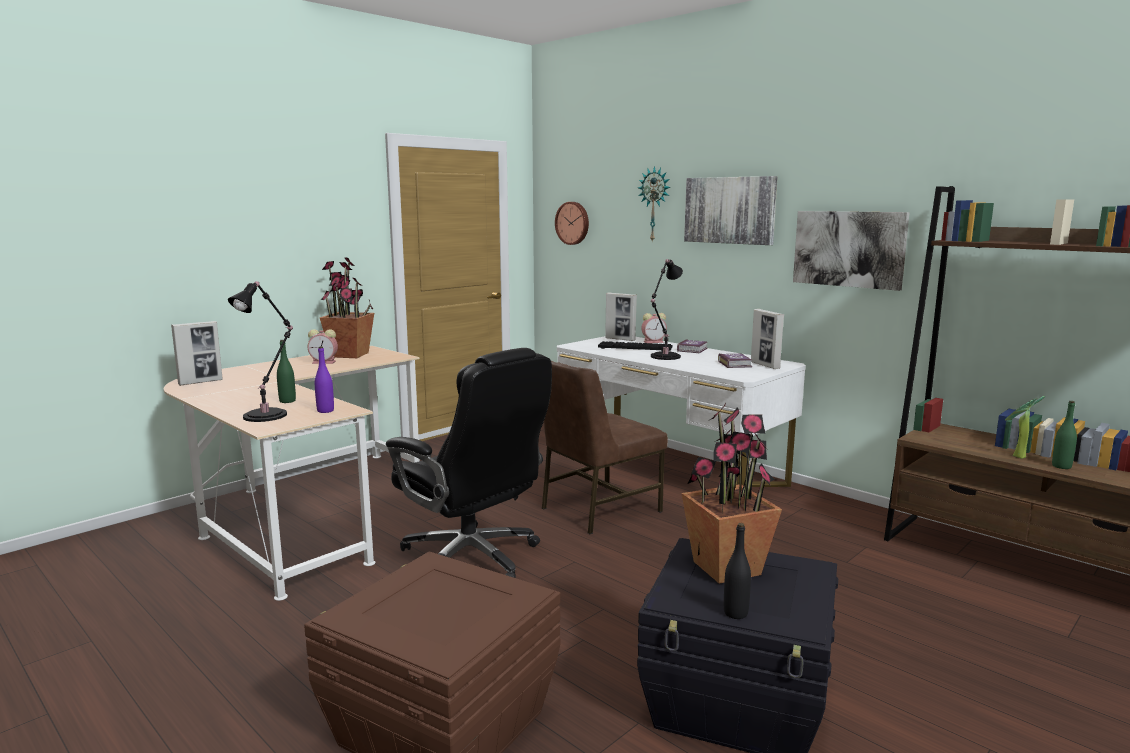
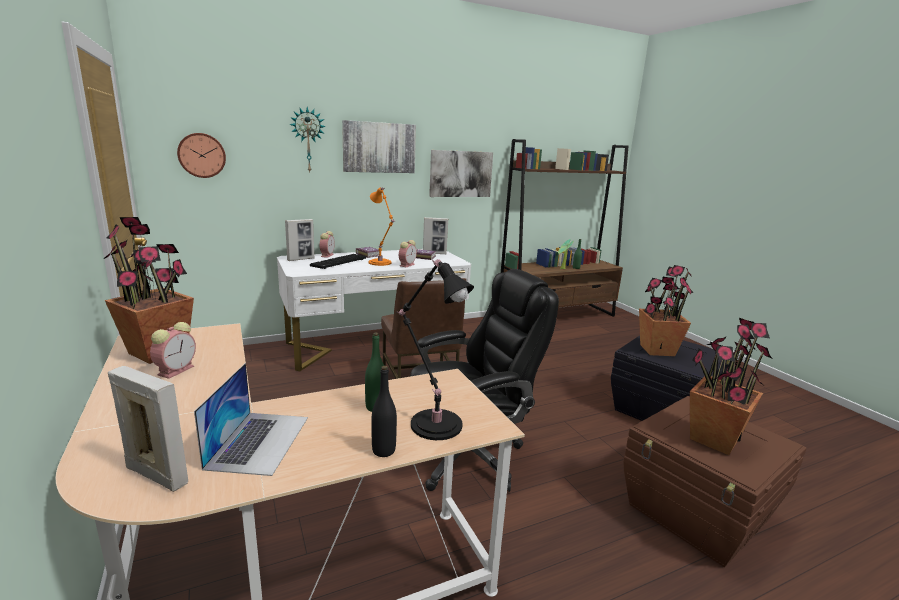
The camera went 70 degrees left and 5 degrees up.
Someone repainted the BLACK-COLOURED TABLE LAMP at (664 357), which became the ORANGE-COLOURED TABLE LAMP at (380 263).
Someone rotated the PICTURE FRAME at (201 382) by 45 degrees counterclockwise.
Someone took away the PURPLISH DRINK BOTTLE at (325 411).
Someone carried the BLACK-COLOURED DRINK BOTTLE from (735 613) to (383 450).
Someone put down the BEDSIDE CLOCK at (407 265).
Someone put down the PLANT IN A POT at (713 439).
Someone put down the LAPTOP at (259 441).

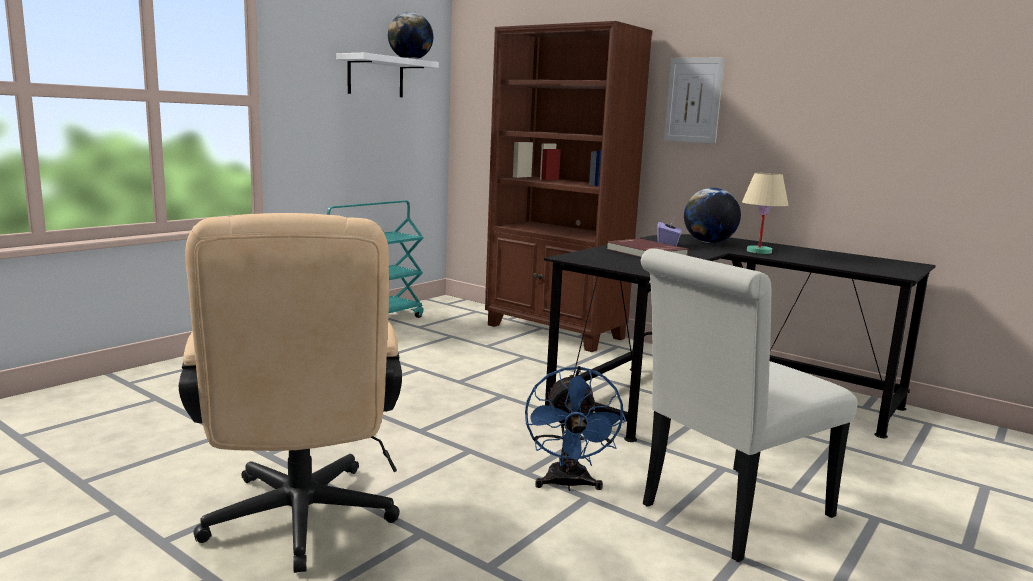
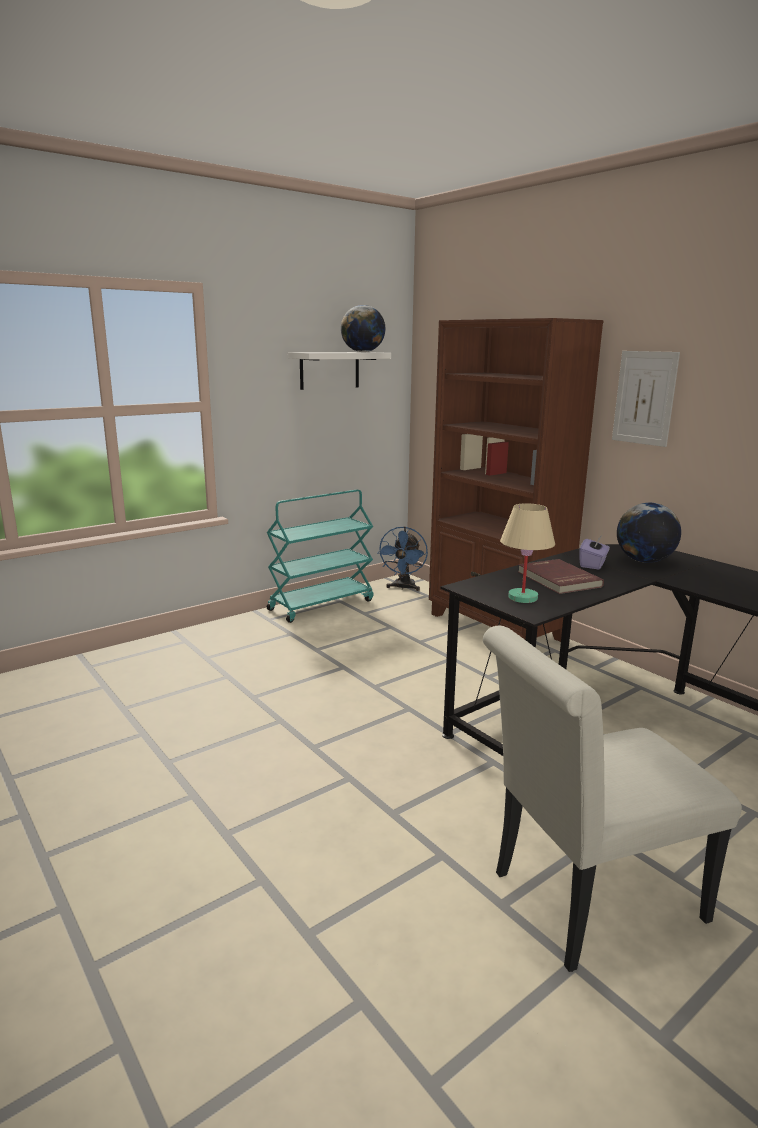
The camera went 15 degrees right and 5 degrees up.
Someone carried the BEIGE TABLE LAMP from (758 251) to (523 597).
Someone took away the BEIGE OFFICE CHAIR at (299 525).
Someone carried the BLUISH COOLING FAN from (568 485) to (403 588).

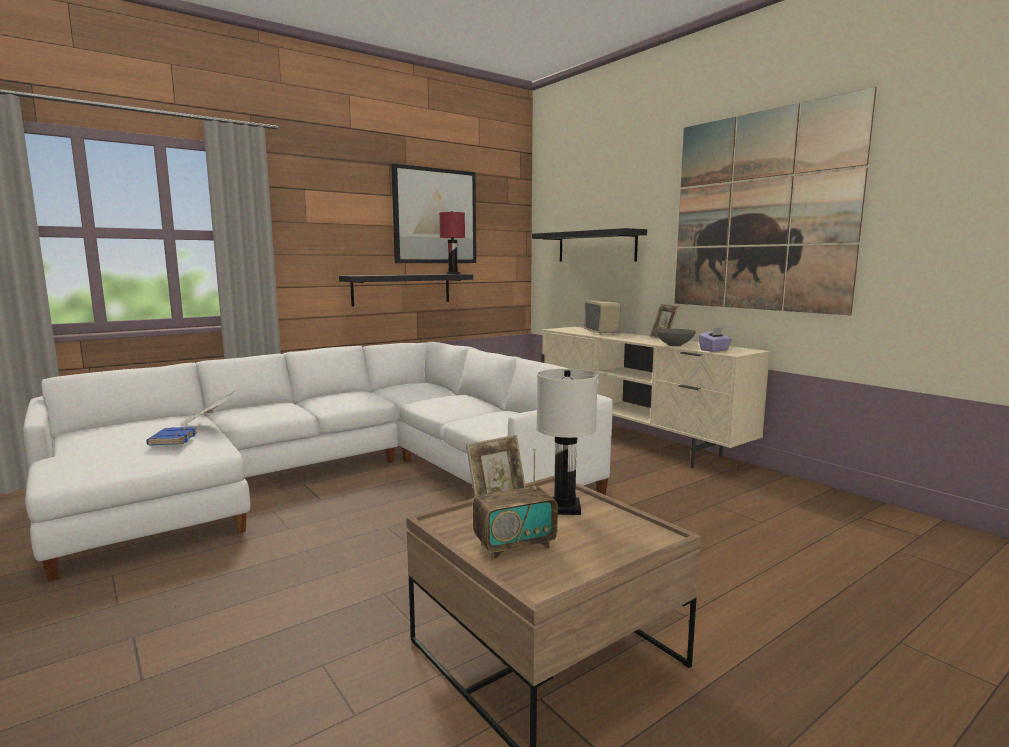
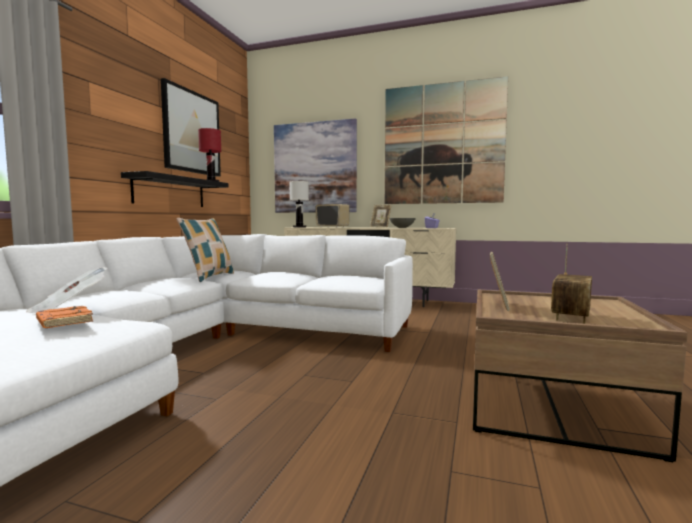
The camera went 35 degrees left and 5 degrees down.
Someone swapped the BLACK-COLOURED BRACKET SHELF at (596 246) for the WALL PICTURE at (314 168).
Someone carried the WHITISH TABLE LAMP from (564 508) to (299 227).
Someone repainted the BLUISH VOLUME at (172 440), which became the ORANGE-COLOURED VOLUME at (63 321).
Someone put down the THROW PILLOW at (209 277).

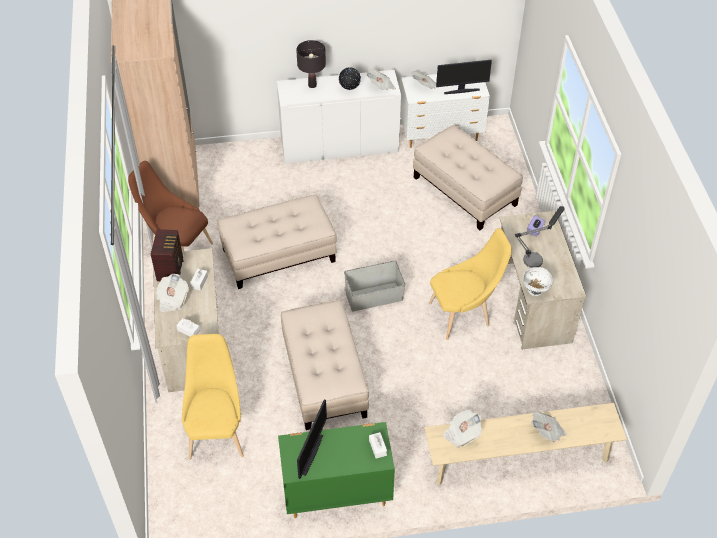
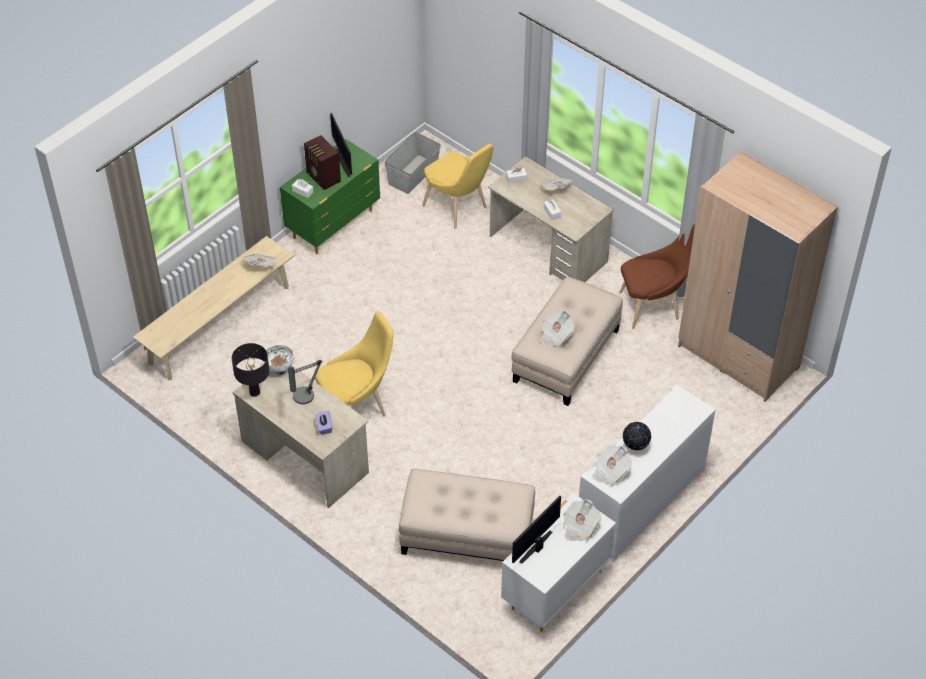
The camera went 140 degrees right and 0 degrees up.
Someone carried the BLACK-COLOURED TABLE LAMP from (312 85) to (255 392).
Someone rotated the YELLOWISH CHAIR at (463 314) by 150 degrees counterclockwise.
Someone carried the RADIO from (171 269) to (323 178).
Someone carried the GRAY STORAGE BOX from (373 296) to (413 174).
Someone took away the BEIGE FOOTREST at (323 377).
Someone carried the NEWSPAPER from (547 432) to (555 335).

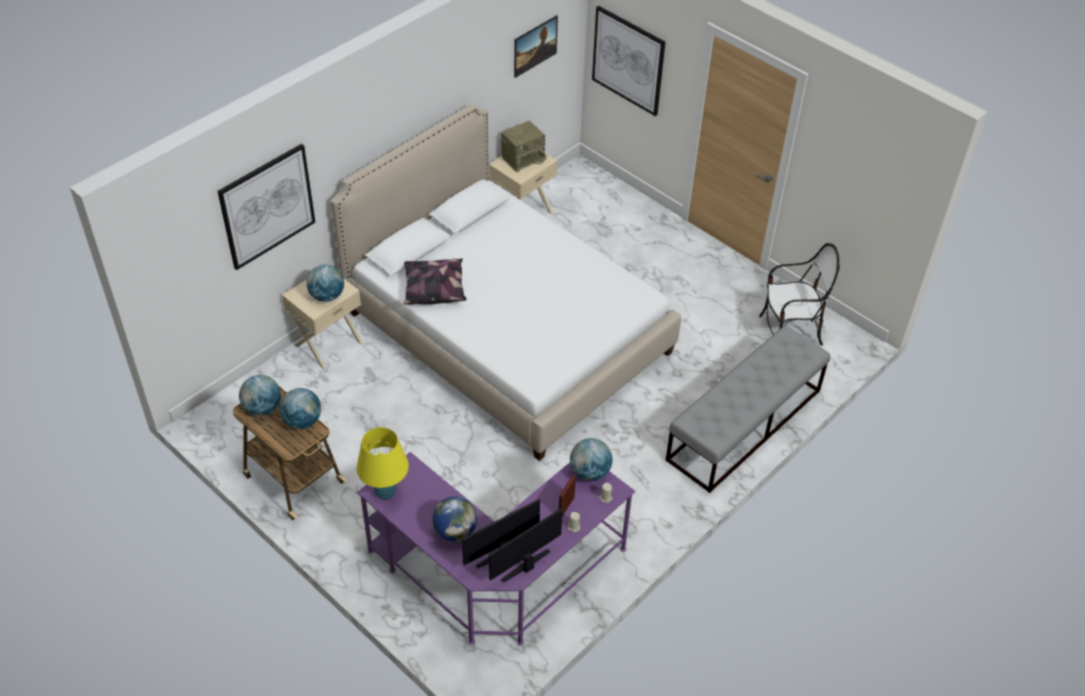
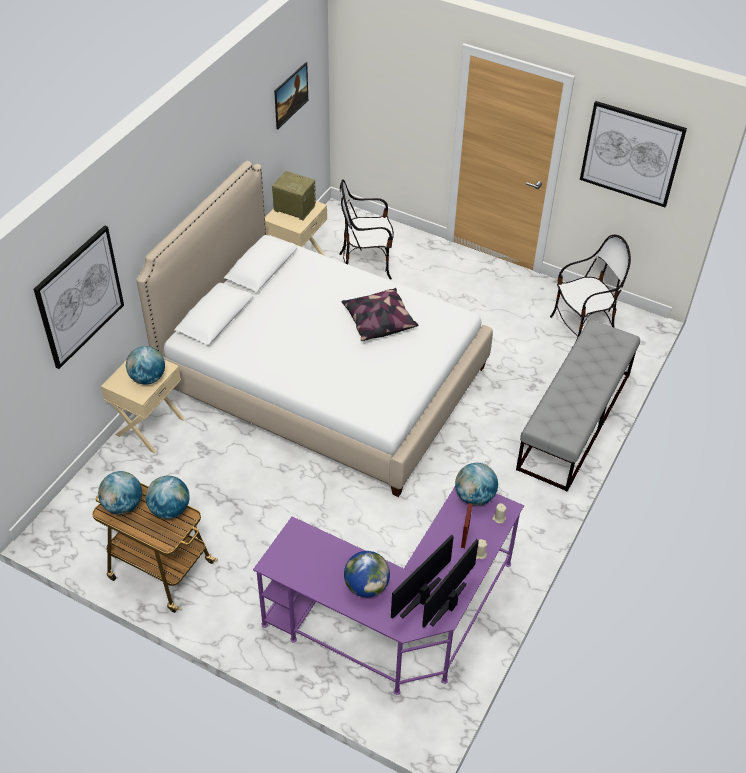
The camera went 15 degrees left and 0 degrees up.
Someone carried the WALL PICTURE from (628 60) to (631 154).
Someone rotated the RADIO at (523 158) by 105 degrees counterclockwise.
Someone carried the THROW PILLOW from (434 289) to (378 321).
Someone took away the YELLOWISH TABLE LAMP at (385 492).
Someone put down the CHAIR at (366 264).

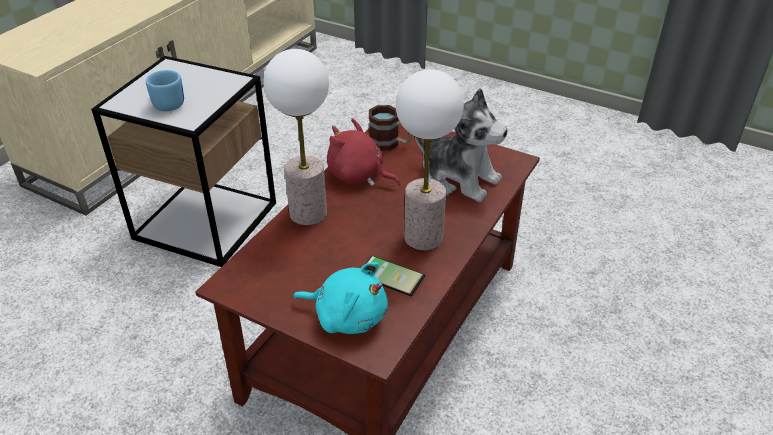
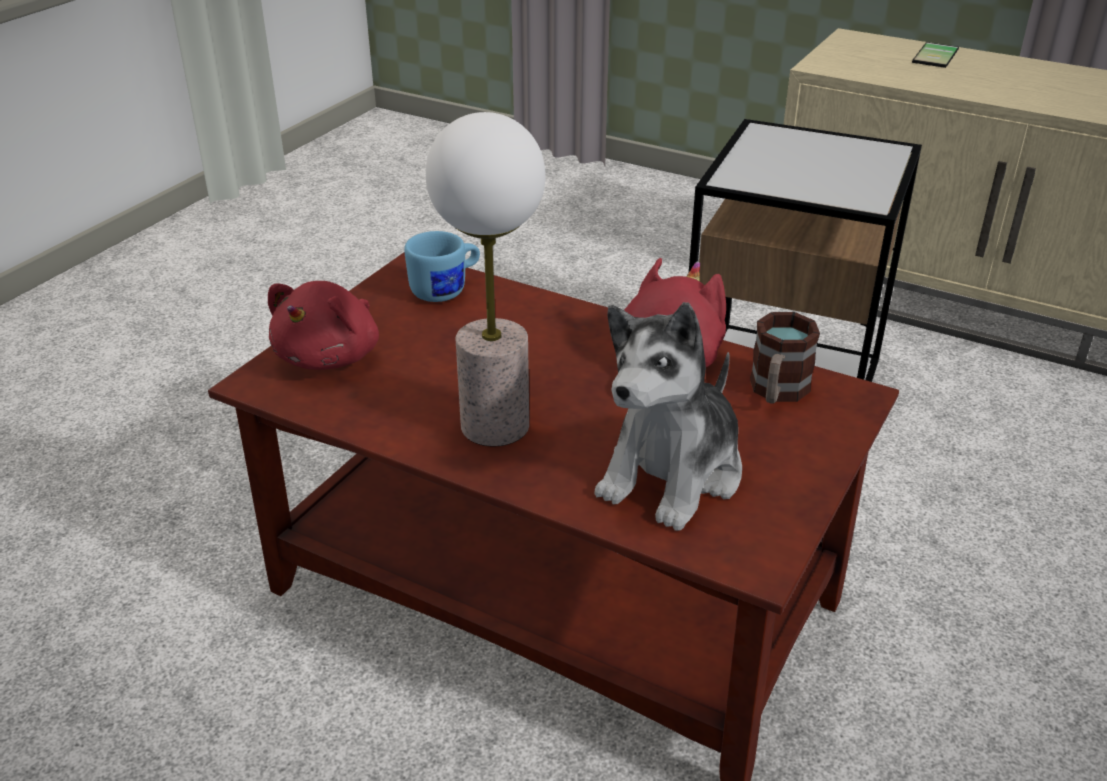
The camera went 90 degrees right and 5 degrees down.
Someone took away the TABLE LAMP at (308 213).
Someone carried the BLUISH MUG from (167 103) to (446 290).
Someone carried the HANDSET from (392 274) to (939 56).
Someone repainted the TURQUOISE-COLOURED SOFT TOY at (347 316), which became the RED-COLOURED SOFT TOY at (331 356).

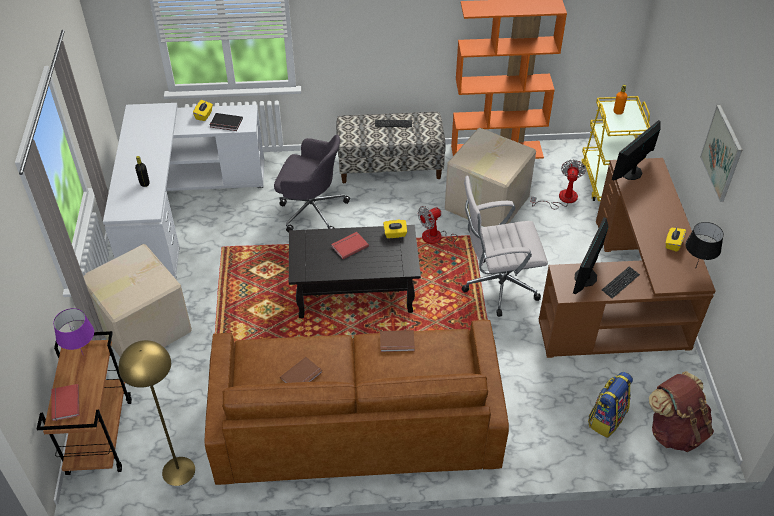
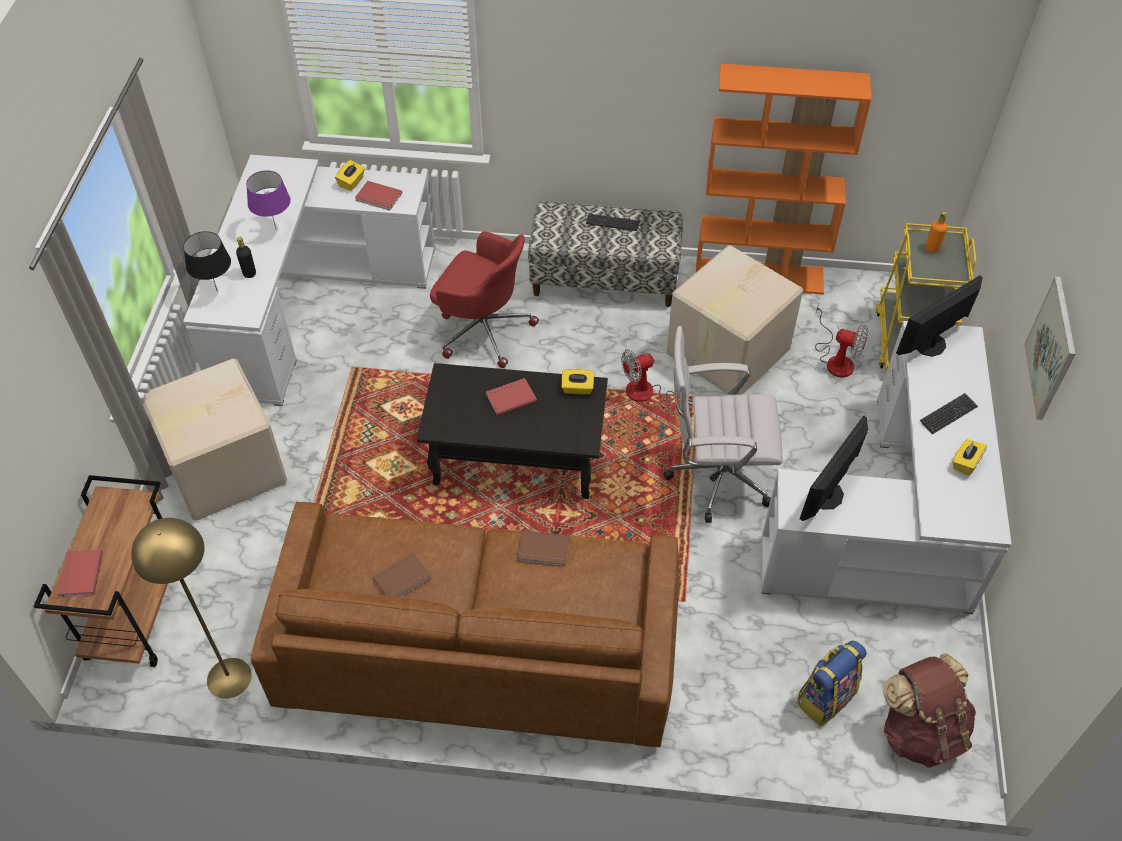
The camera went 10 degrees right and 5 degrees up.
Someone repainted the BLACK-COLOURED VOLUME at (226 123), which became the RED-COLOURED VOLUME at (378 198).
Someone repainted the GRAY OFFICE CHAIR at (311 209), which became the RED-COLOURED OFFICE CHAIR at (483 329).
Someone repainted the BROWN DESK UNIT at (625 297), which became the WHITISH DESK UNIT at (893 520).
Someone rotated the COOLING FAN at (561 199) by 90 degrees clockwise.
Someone carried the BLACK-COLOURED TABLE LAMP from (695 268) to (218 291).
Someone carried the COMPUTER KEYBOARD from (620 283) to (948 414).
Someone carried the PURPLISH TABLE LAMP from (83 355) to (276 230).

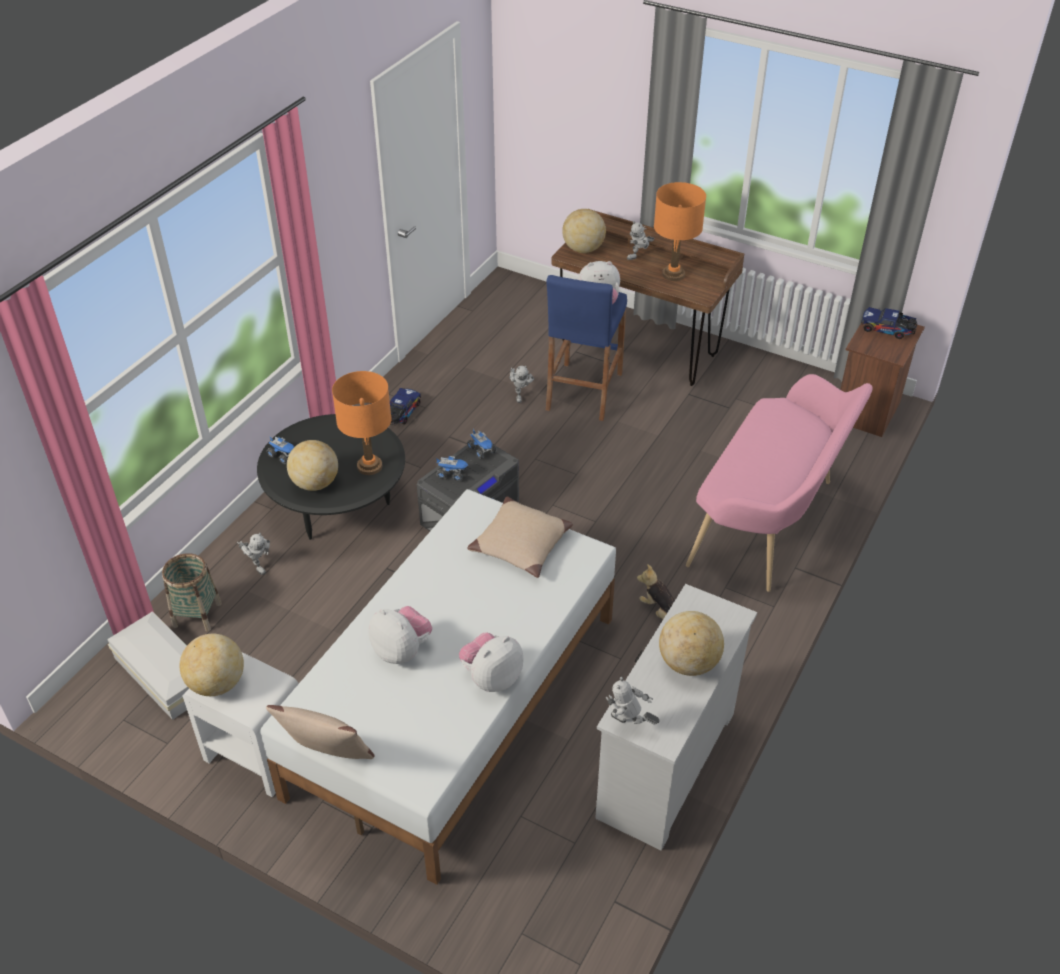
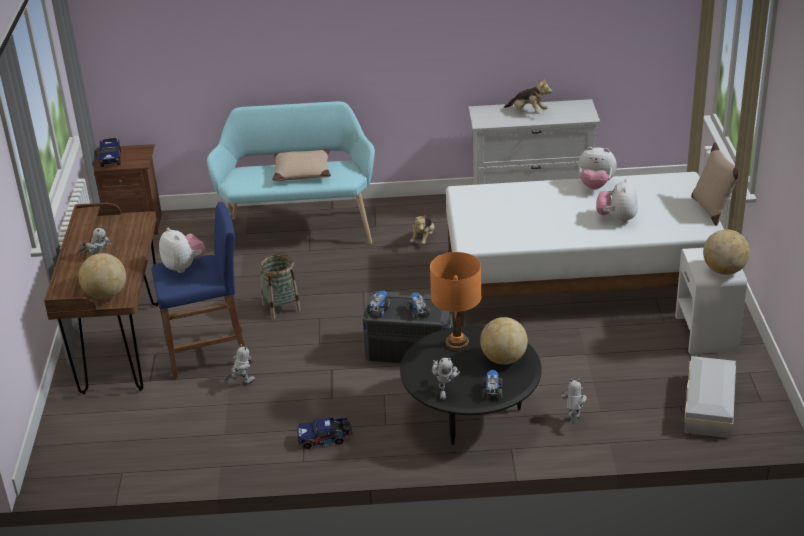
The camera went 120 degrees left and 10 degrees down.
Someone took away the ORANGE-COLOURED TABLE LAMP at (673 274).
Someone repainted the PINKISH INDOOR BENCH at (769 524), which became the TURQUOISE-COLOURED INDOOR BENCH at (298 227).
Someone carried the BEIGE THROW PILLOW from (521 544) to (302 172).
Someone carried the HOUSEHOLD BASKET from (197 614) to (281 307).
Someone swapped the DESK GLOBE at (688 663) for the SOFT TOY at (528 112).
Someone carried the TOY ROBOT from (629 725) to (444 391).

